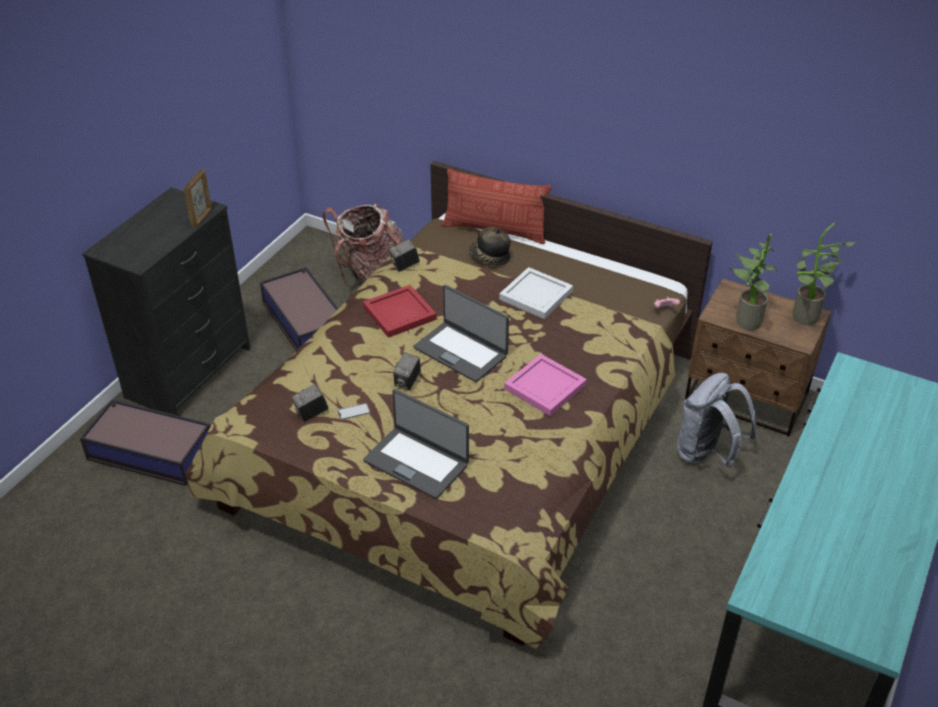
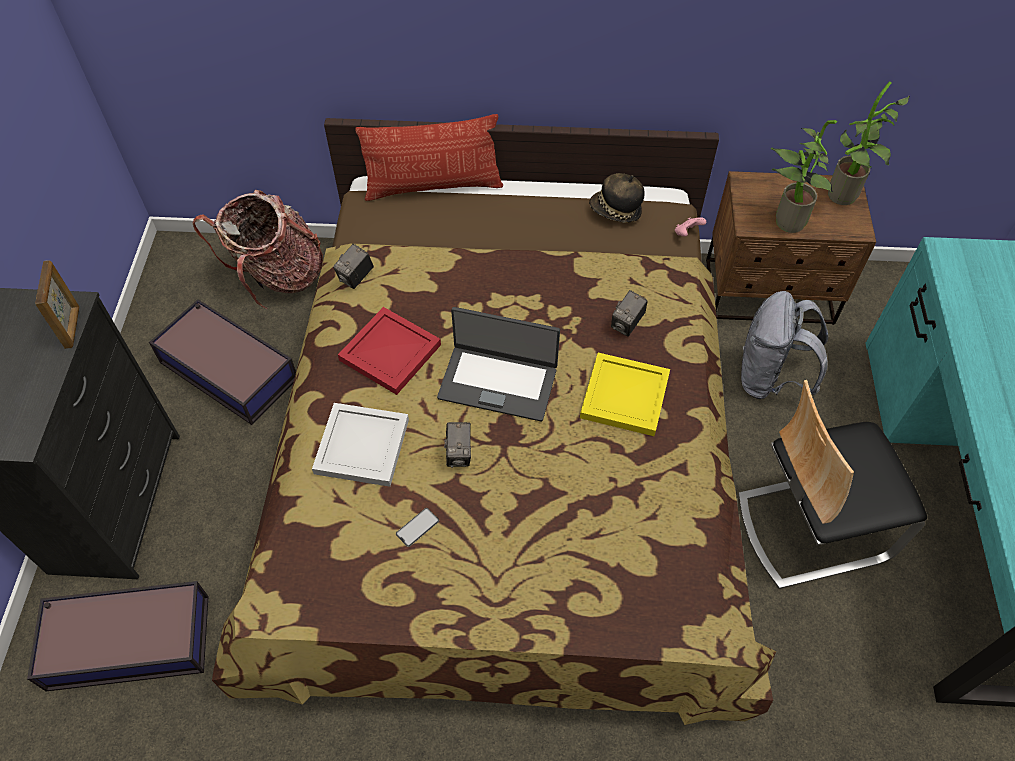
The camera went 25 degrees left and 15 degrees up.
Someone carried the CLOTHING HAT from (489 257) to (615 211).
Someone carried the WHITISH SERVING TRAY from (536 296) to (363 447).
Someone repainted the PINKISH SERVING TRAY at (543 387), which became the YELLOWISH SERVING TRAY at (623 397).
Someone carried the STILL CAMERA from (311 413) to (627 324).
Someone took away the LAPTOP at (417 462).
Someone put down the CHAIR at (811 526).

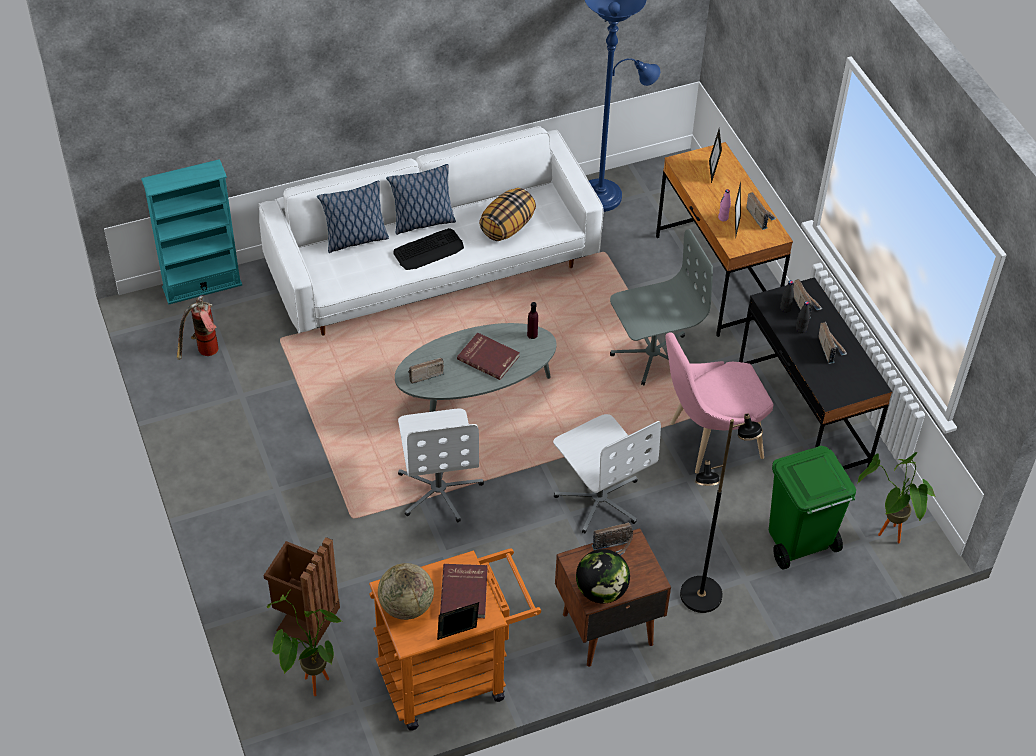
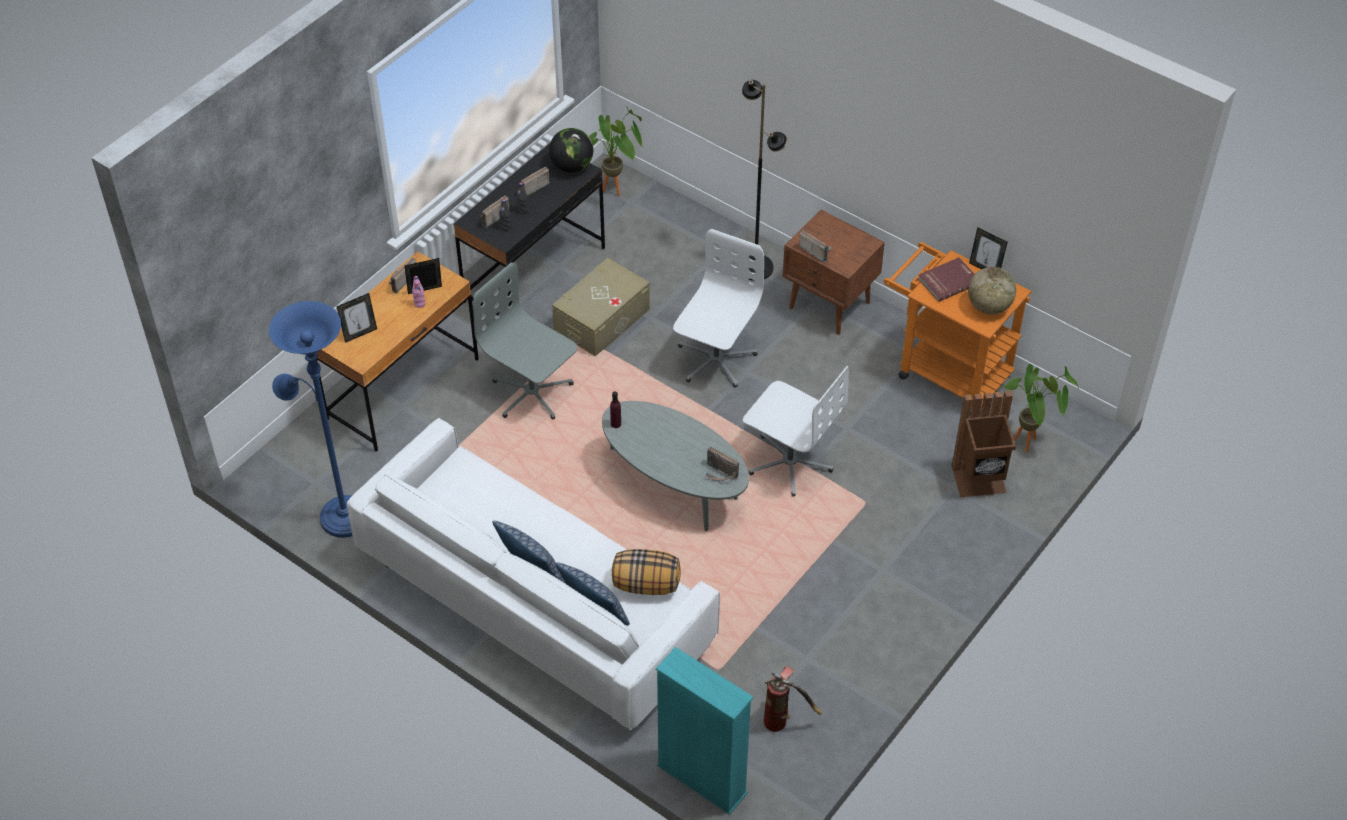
The camera went 120 degrees left and 0 degrees up.
Someone carried the THROW PILLOW from (507 227) to (646 584).
Someone took away the COMPUTER KEYBOARD at (429 250).
Someone took away the RED-COLOURED VOLUME at (489 357).
Someone swapped the PINKISH CHAIR at (709 441) for the BEIGE STORAGE BOX at (602 320).
Someone rotated the WHITISH OFFICE CHAIR at (439 489) by 75 degrees clockwise.
Someone took away the GREENISH TRASH CAN at (798 543).
Someone carried the DESK GLOBE from (601 591) to (572 166).

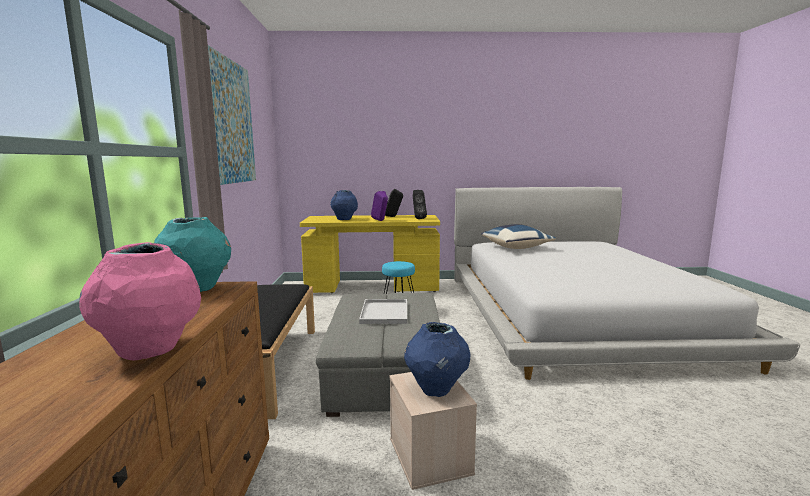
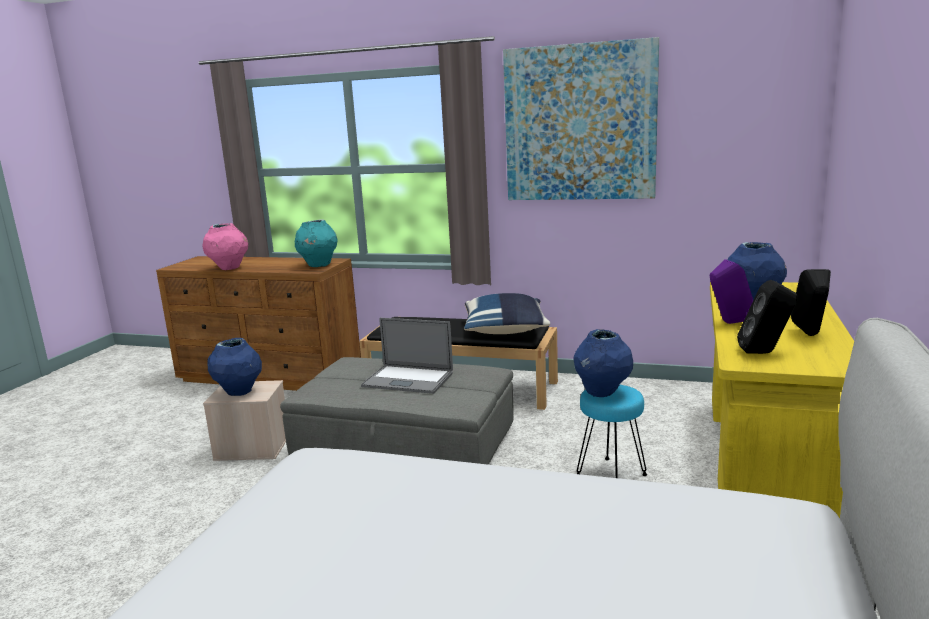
The camera went 110 degrees right and 5 degrees up.
Someone carried the BLUISH THROW PILLOW from (516 247) to (505 331).
Someone swapped the WHITISH SERVING TRAY at (384 312) for the LAPTOP at (408 380).
Someone put down the BLUISH VASE at (602 392).

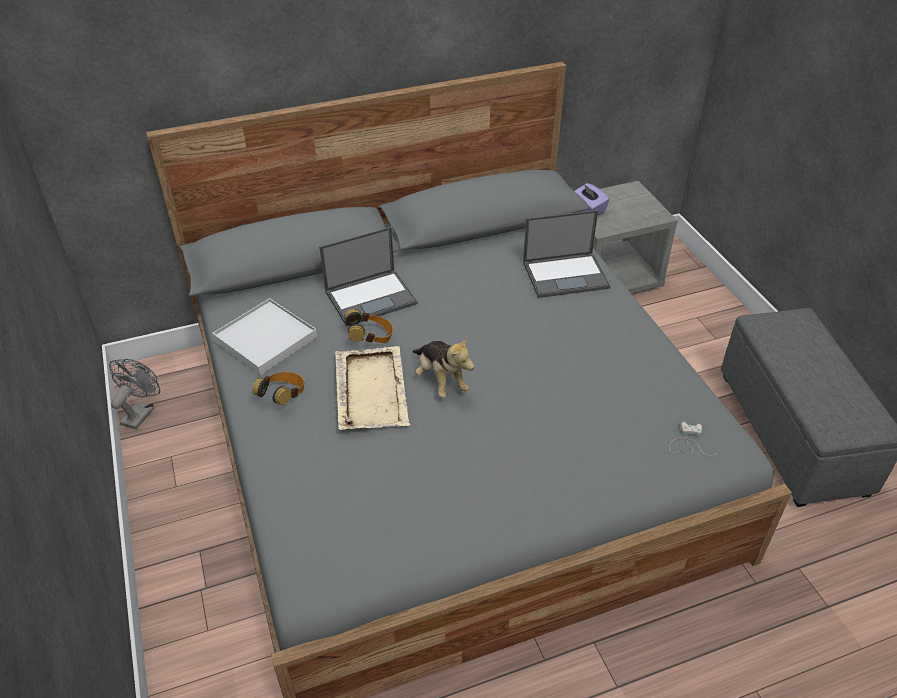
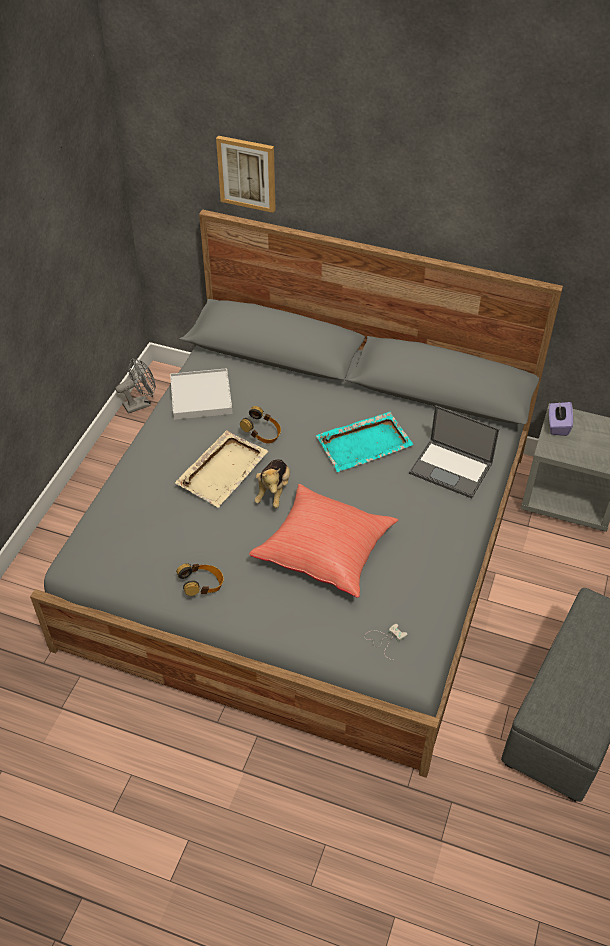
The camera went 40 degrees right and 5 degrees up.
Someone took away the LAPTOP at (371 297).
Someone carried the HEADPHONES from (283 397) to (202 586).
Someone put up the WALL PICTURE at (247 173).
Someone put down the TURQUOISE-COLOURED SERVING TRAY at (365 443).
Someone put down the RED-COLOURED THROW PILLOW at (325 552).

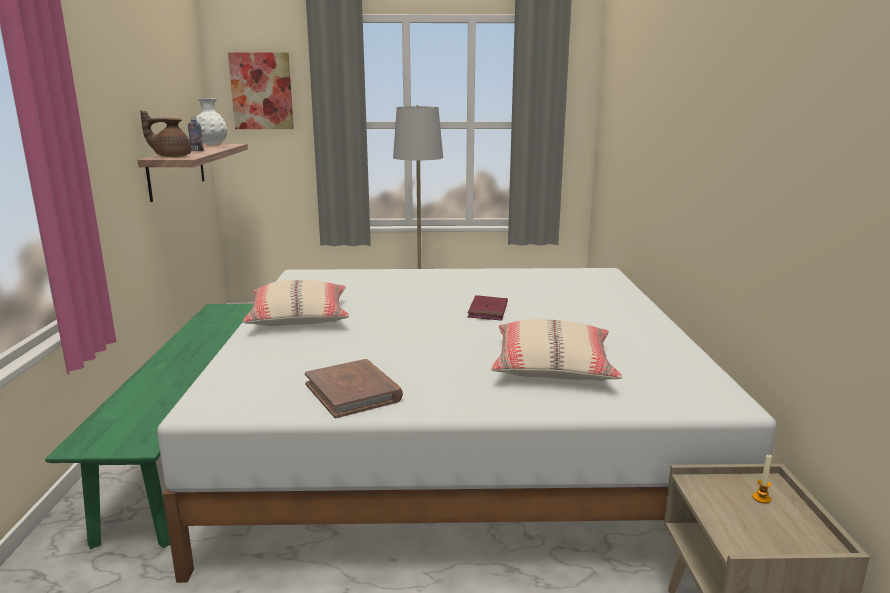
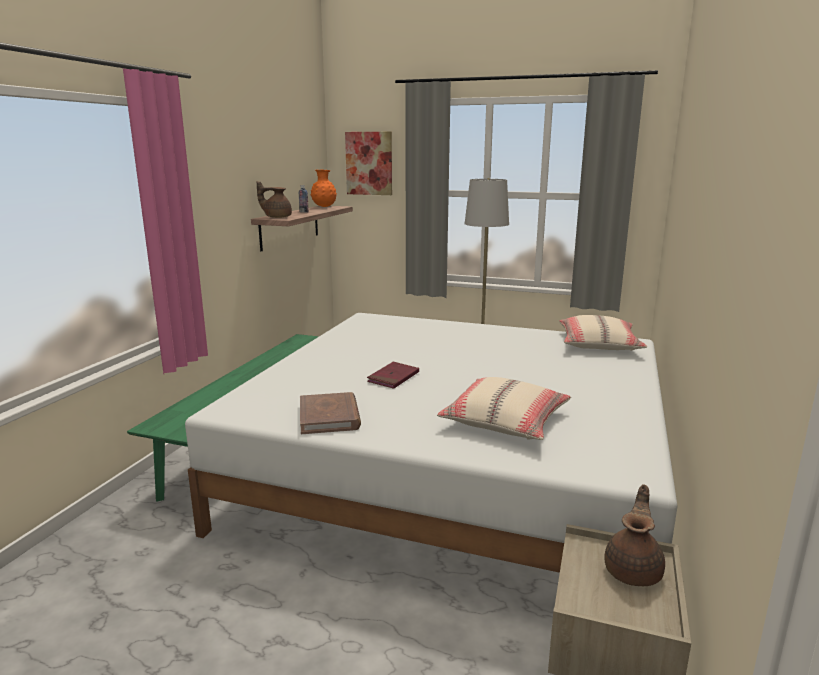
The camera went 20 degrees right and 0 degrees up.
Someone repainted the WHITISH VASE at (212 145), which became the ORANGE-COLOURED VASE at (324 206).
Someone carried the BEIGE THROW PILLOW from (299 317) to (598 344).
Someone carried the RED-COLOURED VOLUME from (488 311) to (393 377).
Someone swapped the WAX LIGHT at (761 498) for the BROWN TEAPOT at (634 570).

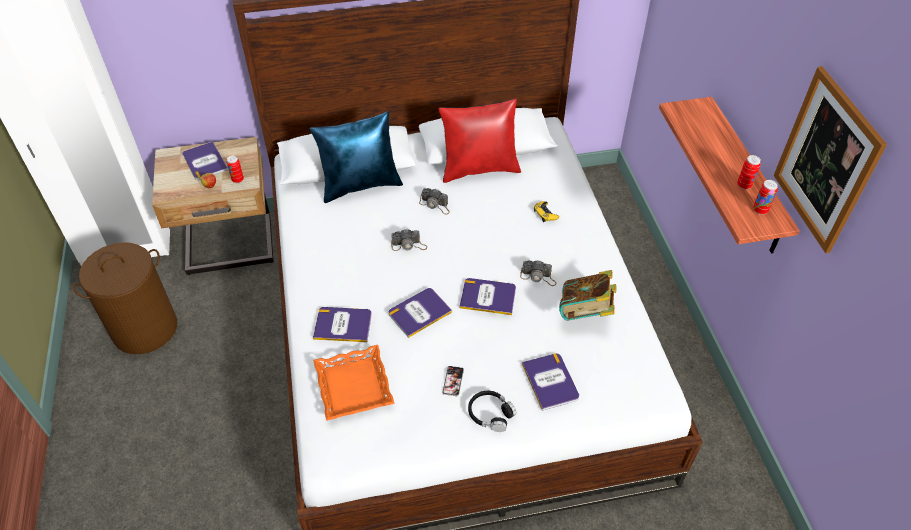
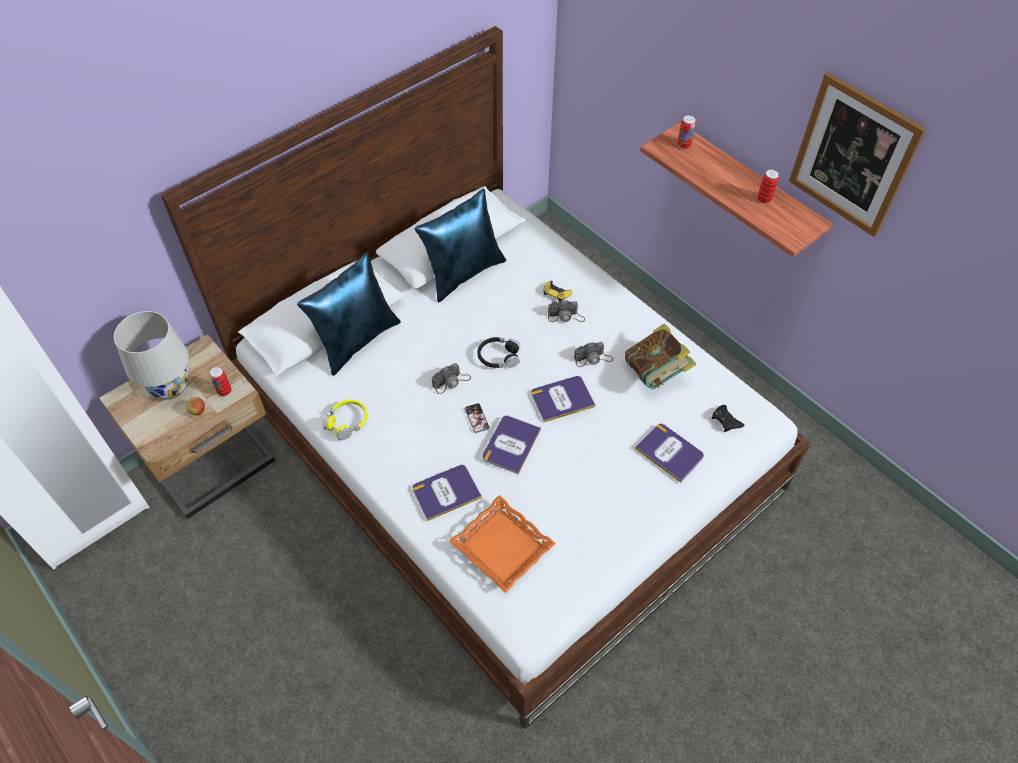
The camera went 30 degrees left and 5 degrees up.
Someone repainted the RED-COLOURED THROW PILLOW at (479 169), which became the BLUISH THROW PILLOW at (463 273).
Someone swapped the VOLUME at (205 161) for the WHITISH TABLE LAMP at (170 387).
Someone carried the METAL CAN from (760 210) to (684 145).
Someone carried the STILL CAMERA from (435 205) to (566 316).
Someone took away the BROWN WASHING BASKET at (145 328).
Someone carried the HANDSET from (453 381) to (477 418).
Someone carried the BLACK-COLOURED HEADPHONES from (490 414) to (498 357).
Someone put down the YELLOWISH HEADPHONES at (347 422).
Someone put down the BLACK-COLOURED JOYPAD at (726 421).

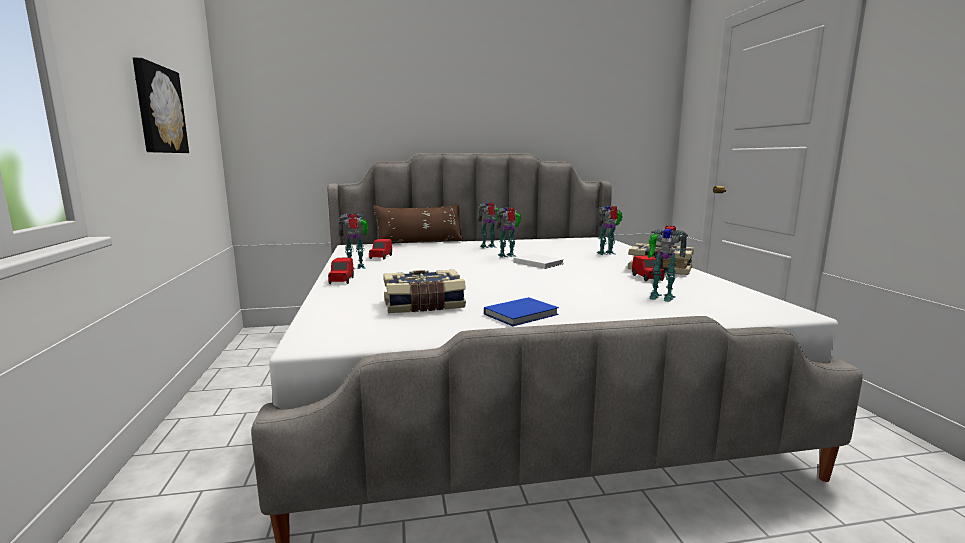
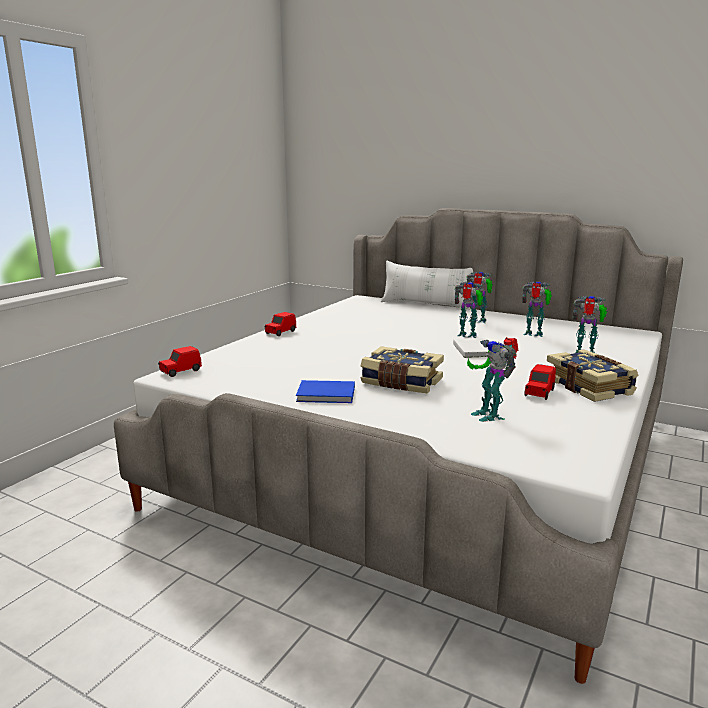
The camera went 40 degrees right and 5 degrees up.
Someone took away the WALL PICTURE at (158 110).
Someone repainted the BROWN THROW PILLOW at (420 243), which became the WHITISH THROW PILLOW at (425 304).
Someone carried the TOY ROBOT from (356 267) to (534 334).
Someone carried the RED-COLOURED TOY CAR from (381 257) to (180 371).
Someone carried the VOLUME from (424 305) to (401 383).

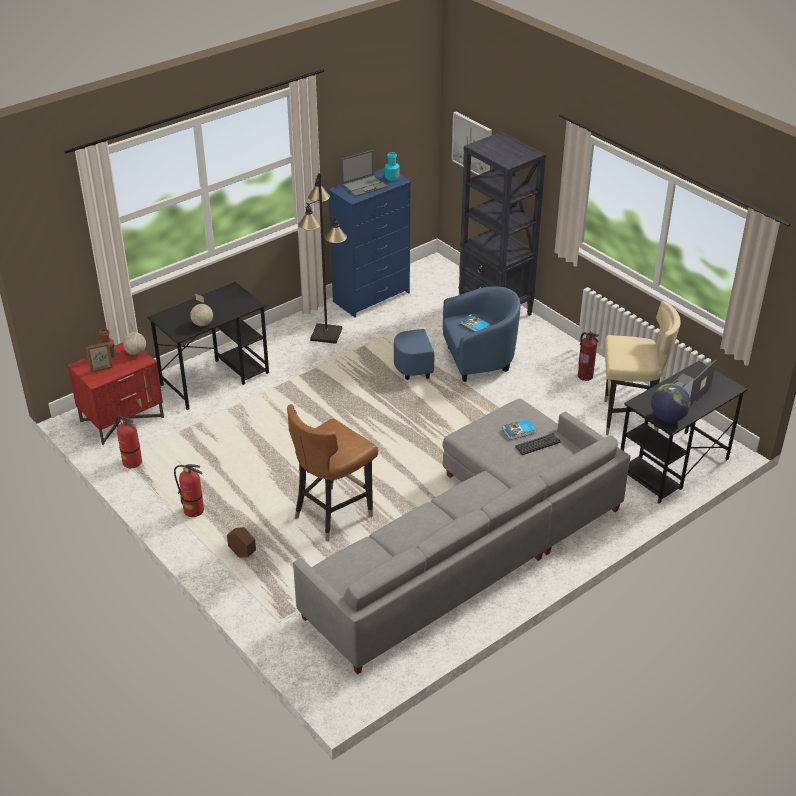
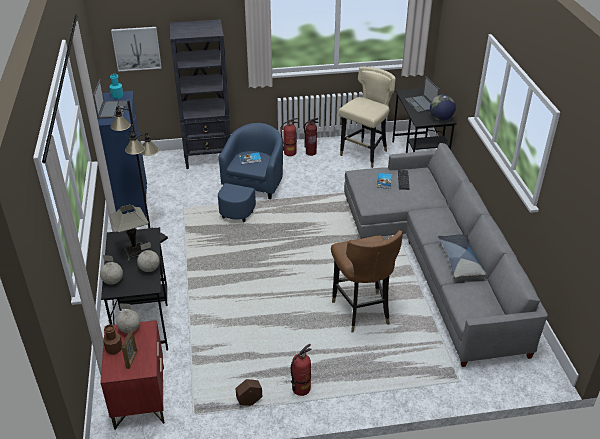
The camera went 60 degrees left and 0 degrees up.
Someone carried the FIRE EXTINGUISHER from (132 462) to (290 153).
Someone carried the BROWN FLOWER POT from (242 554) to (249 401).
Someone put down the TABLE LAMP at (135 252).
Someone put down the THROW PILLOW at (460 260).
Someone put down the DESK GLOBE at (113 281).

